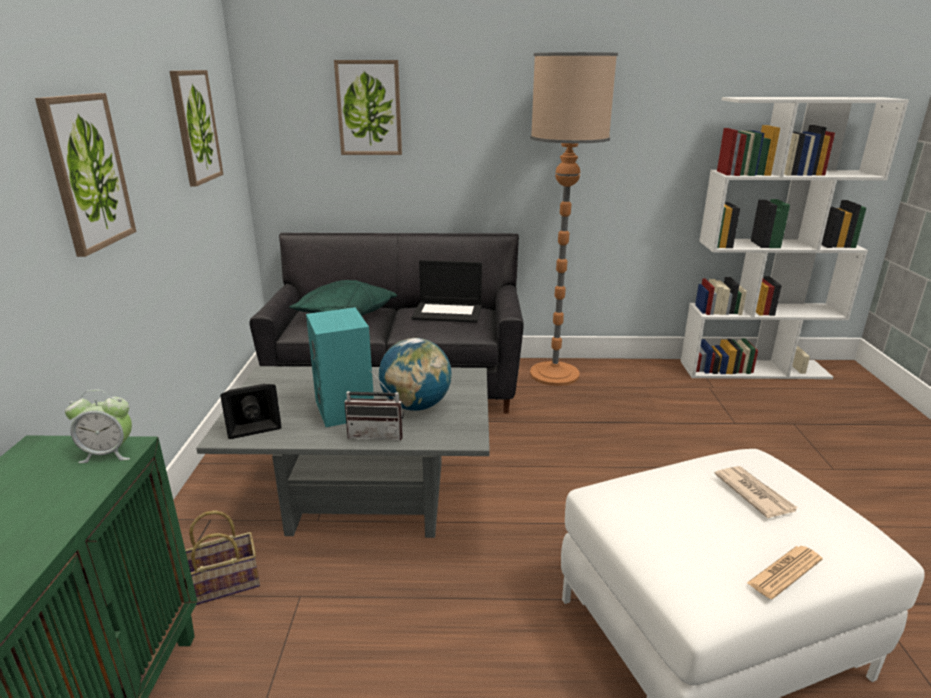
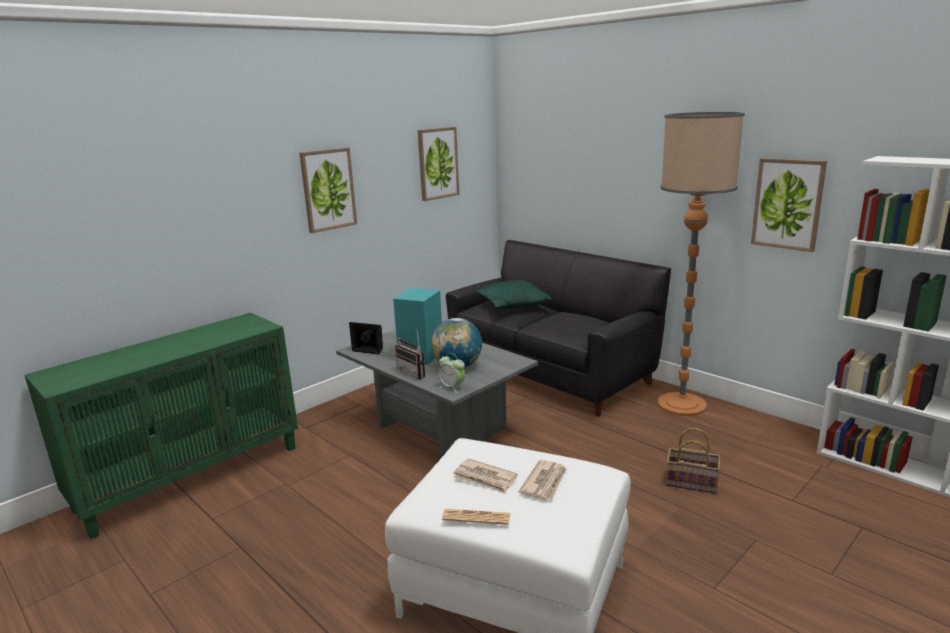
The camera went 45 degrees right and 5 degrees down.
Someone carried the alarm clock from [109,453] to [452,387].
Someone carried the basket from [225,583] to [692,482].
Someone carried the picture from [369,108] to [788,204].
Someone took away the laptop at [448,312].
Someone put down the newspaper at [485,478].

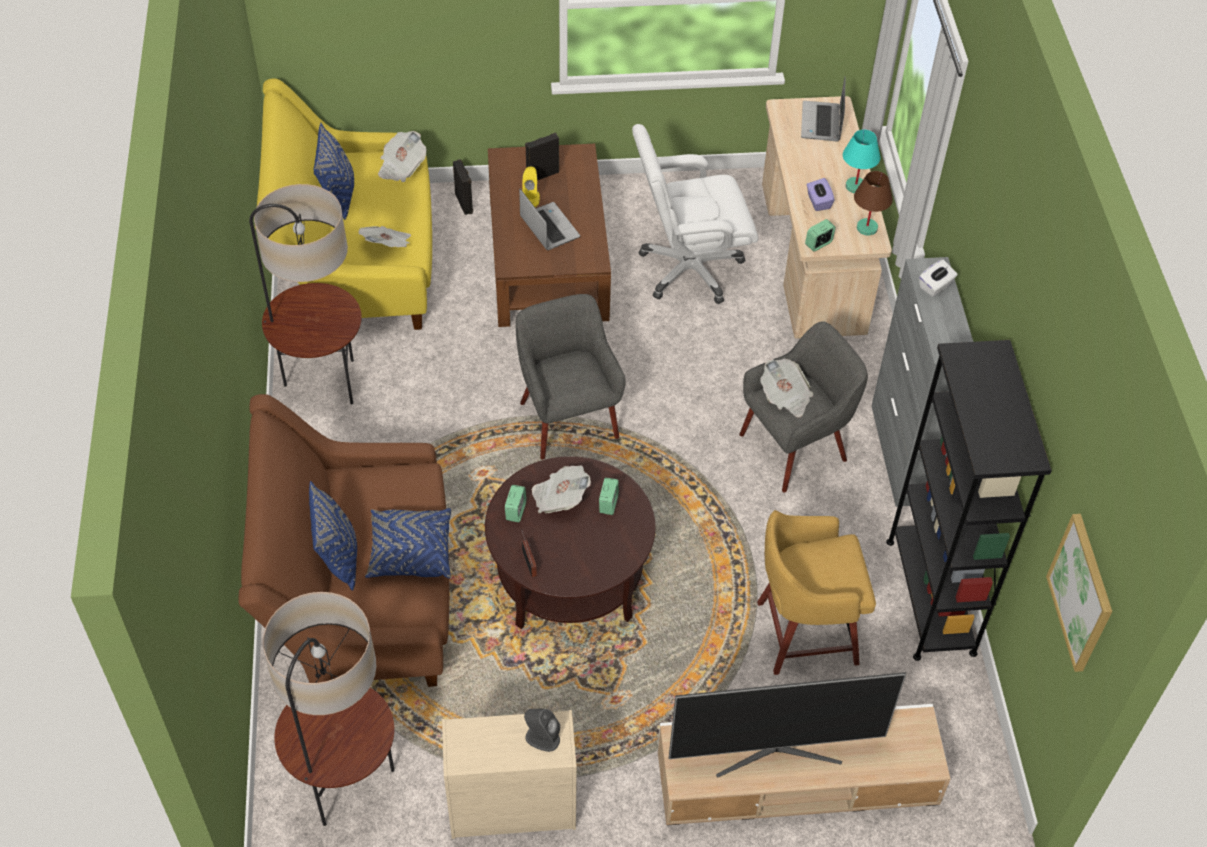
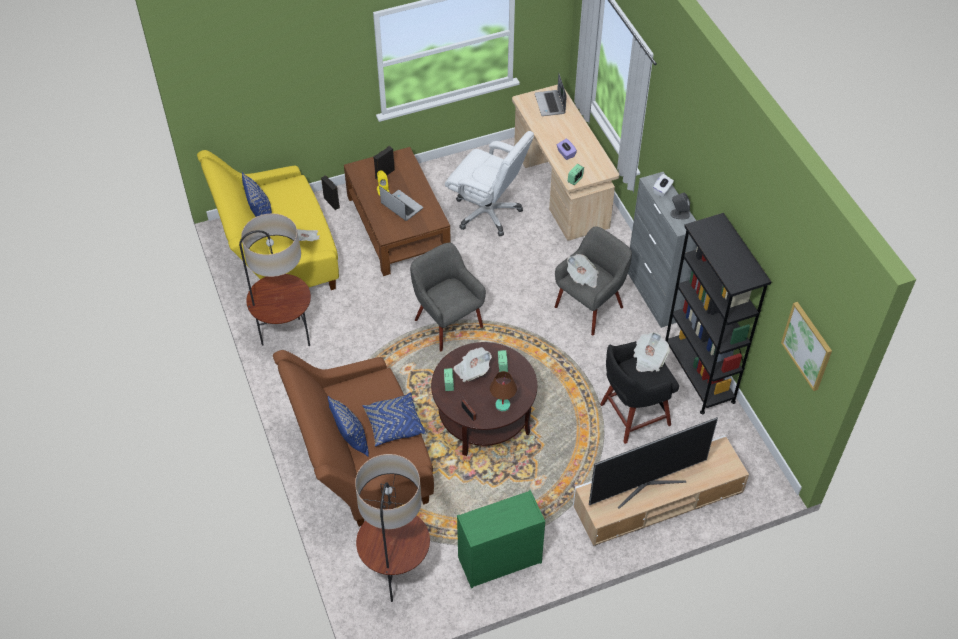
The camera went 15 degrees left and 0 degrees up.
Someone carried the newspaper from [401,167] to [648,359].
Someone repainted the beige dresser at [510,807], which became the green dresser at [498,560].
Someone carried the grey speaker from [542,738] to [679,214].
Someone rotated the white office chair at [689,269] by 120 degrees counterclockwise.
Someone repainted the yellow stool at [803,632], which became the black stool at [632,415].
Someone took away the turquoise table lamp at [855,186].
Someone carried the brown table lamp from [867,228] to [503,405].

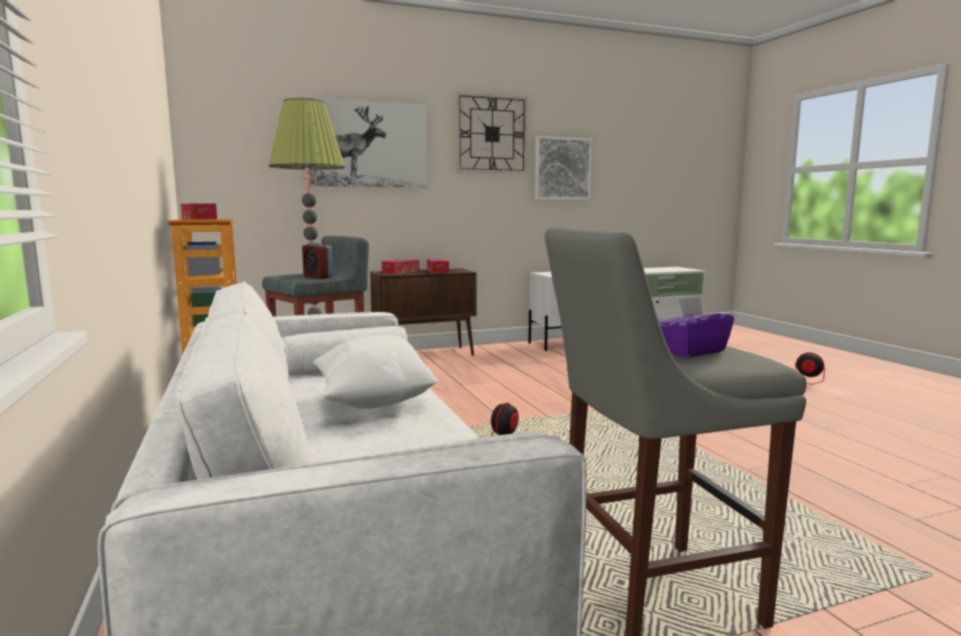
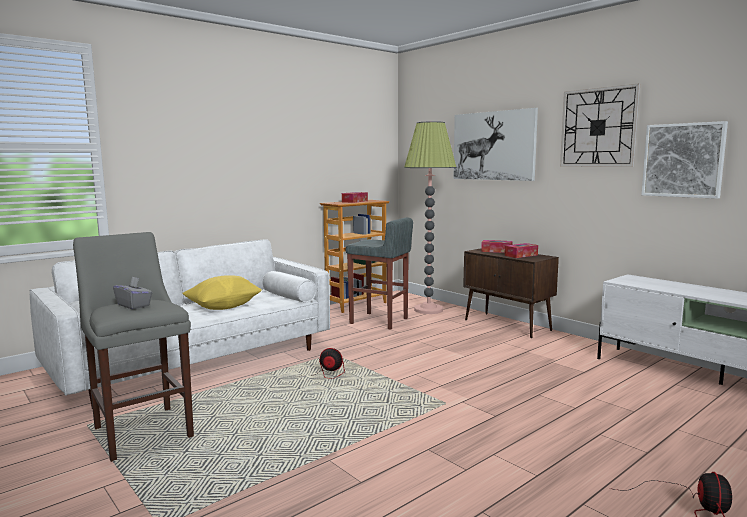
The camera went 70 degrees right and 0 degrees up.
Someone took away the alarm clock at [318,277].
Someone repainted the white pillow at [374,401], which became the yellow pillow at [223,307].
Someone repainted the purple tissue box at [691,351], which became the grey tissue box at [134,305].

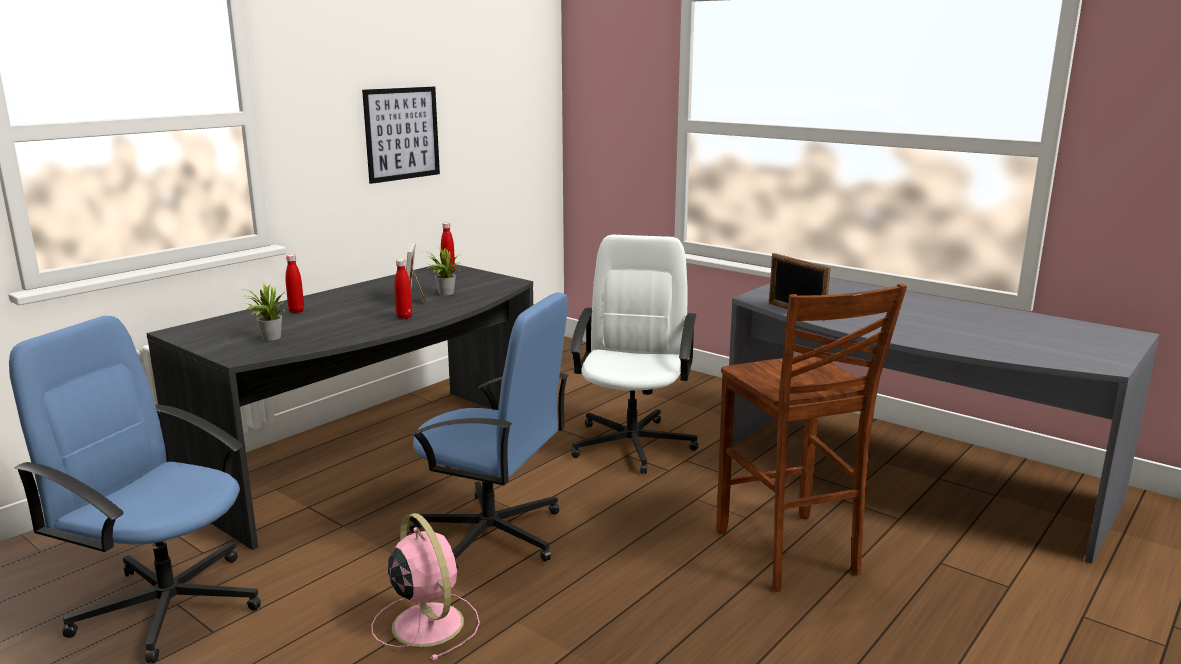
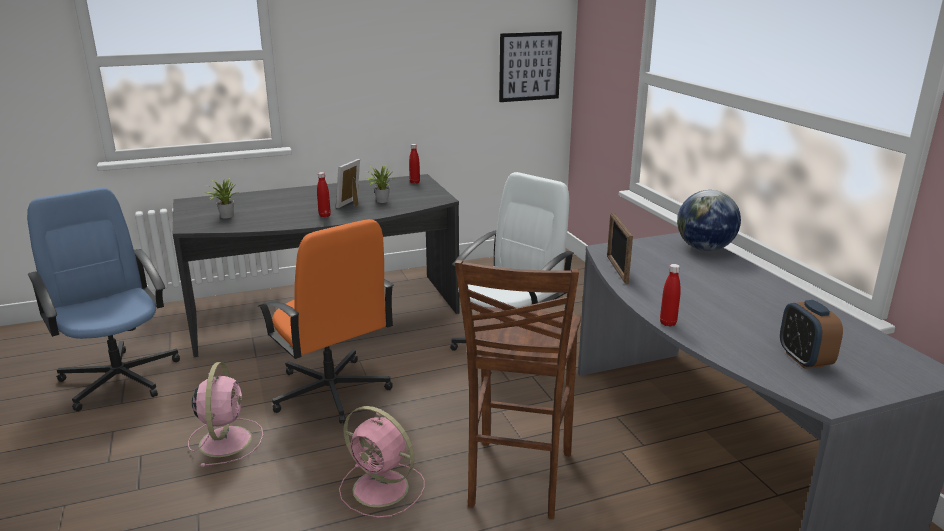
The camera went 30 degrees right and 5 degrees up.
Someone carried the red bottle from [296,311] to [668,323].
Someone carried the picture from [402,133] to [529,66].
Someone repainted the blue office chair at [491,535], which became the orange office chair at [331,392].
Someone put down the pink fan at [383,489].
Someone put down the globe at [704,249].
Someone put down the alarm clock at [804,359].

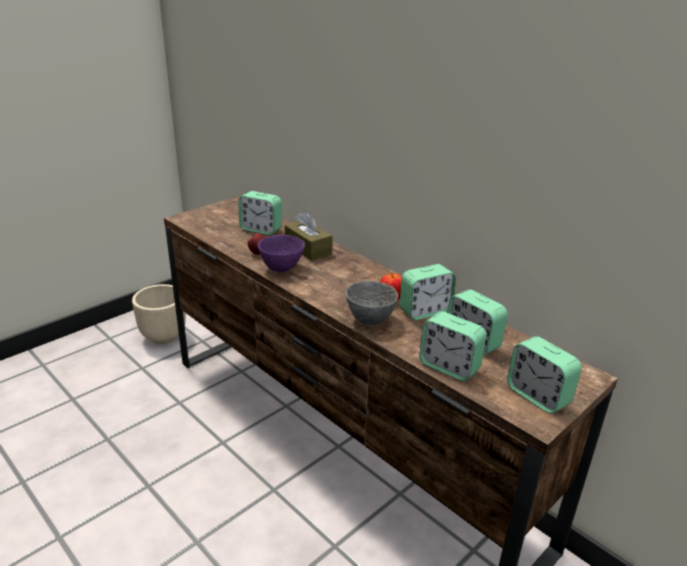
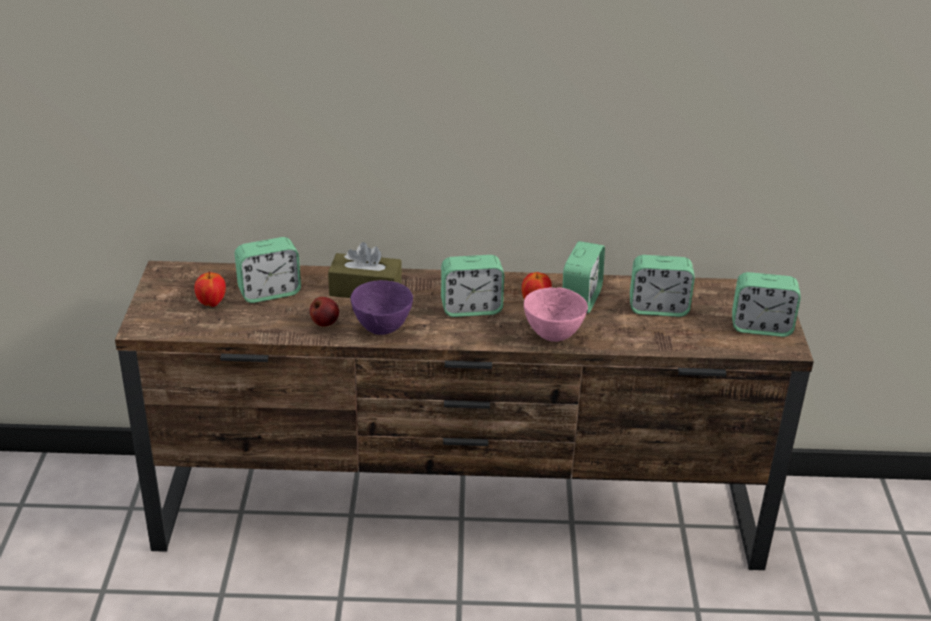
The camera went 45 degrees left and 5 degrees up.
Someone took away the beige planter at [164,336].
Someone repainted the grey bowl at [369,320], which became the pink bowl at [553,335].
Someone carried the alarm clock from [449,367] to [471,308].
Someone put down the apple at [211,303].

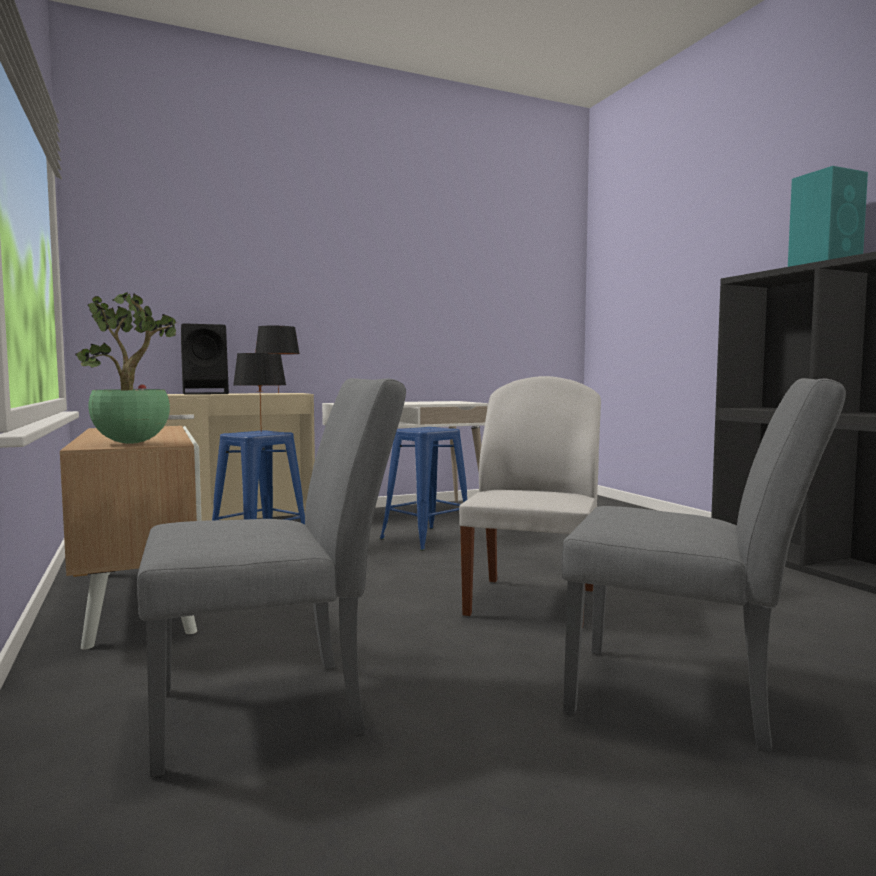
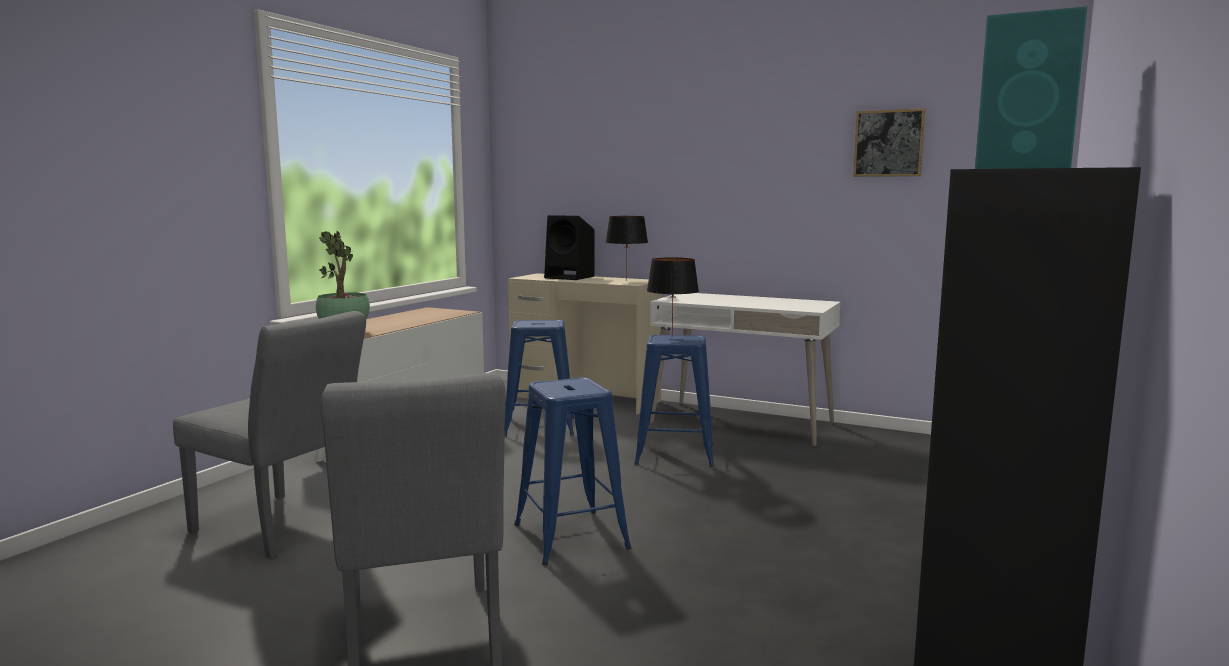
The camera went 50 degrees right and 5 degrees up.
Someone carried the black table lamp from [260,431] to [671,337].
Someone swapped the white chair at [533,601] for the blue stool at [570,536].
Someone put up the picture at [888,143].

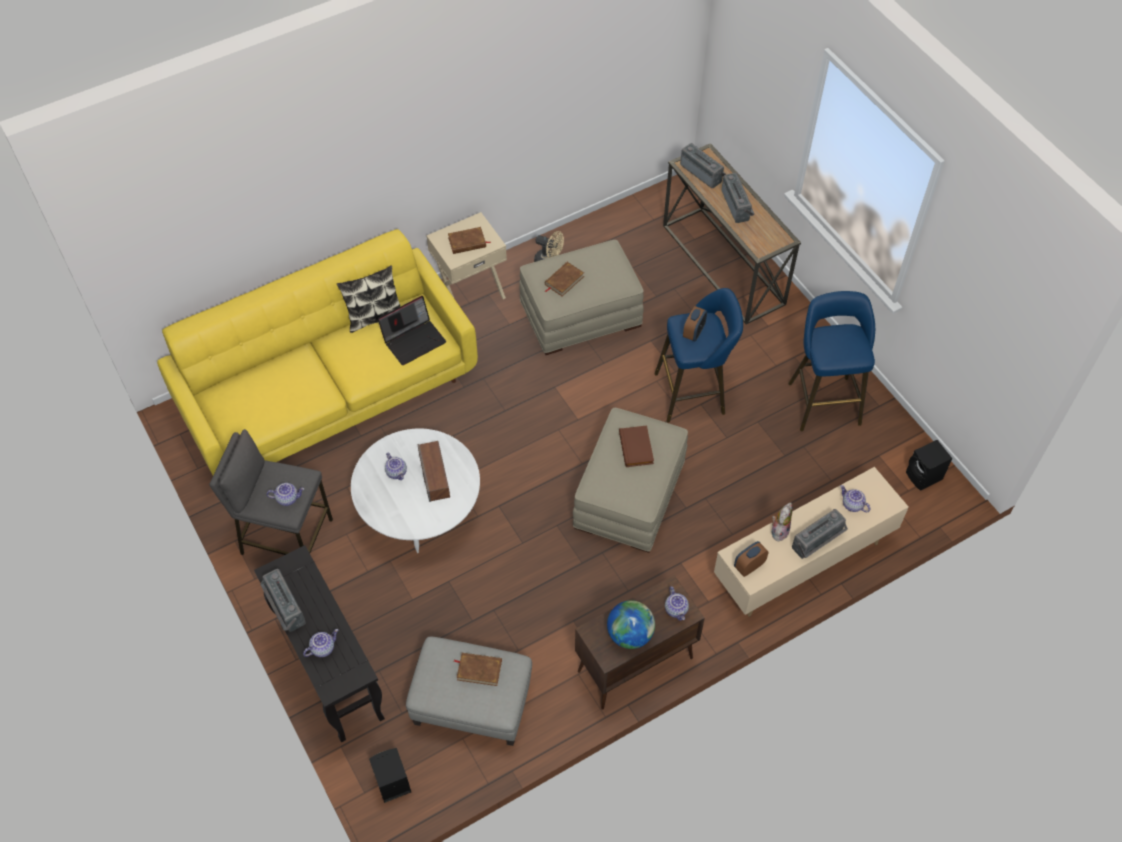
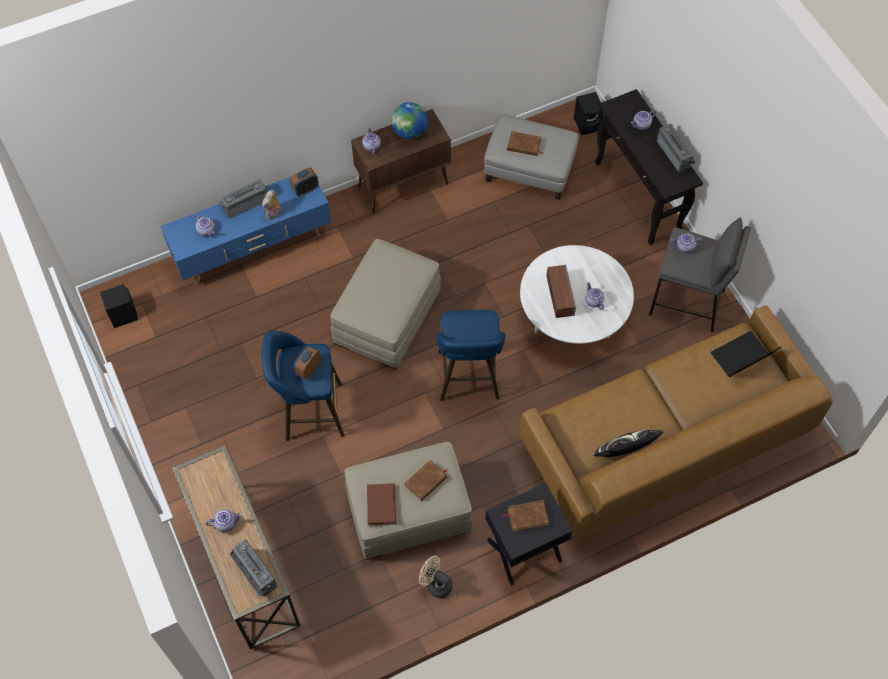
The camera went 175 degrees left and 5 degrees up.
Someone repainted the yellow sofa at [328,390], which became the brown sofa at [666,442].
Someone carried the laptop from [414,340] to [741,358].
Someone repainted the beige nightstand at [470,291], which became the black nightstand at [524,551].
Someone carried the brown book from [637,448] to [380,505].
Someone repainted the beige tv stand at [801,564], which became the blue tv stand at [254,249].
Someone swapped the radio at [737,205] for the teapot at [226,523].
Someone carried the blue stool from [823,399] to [469,379].

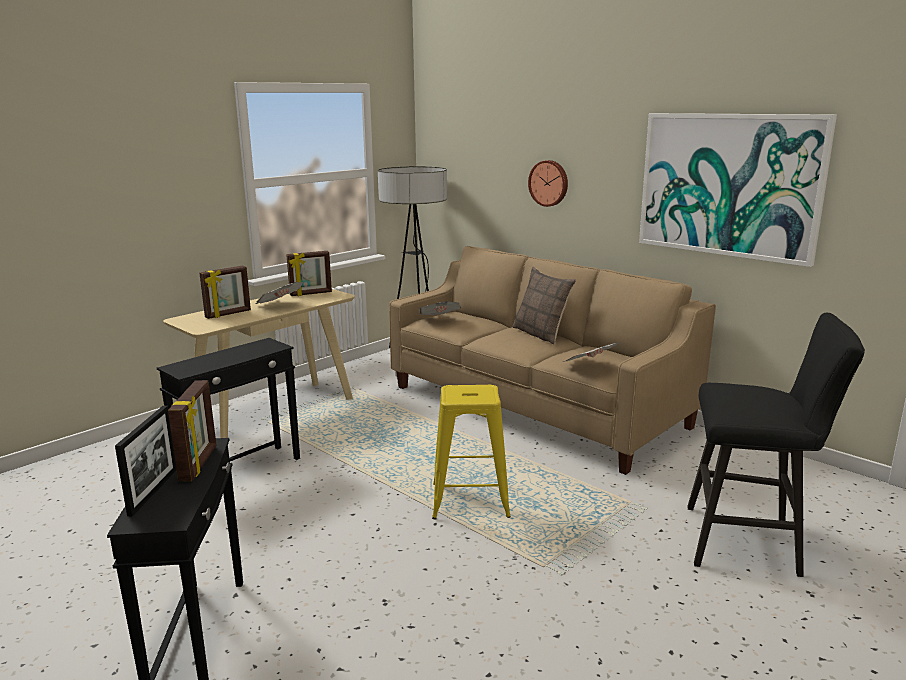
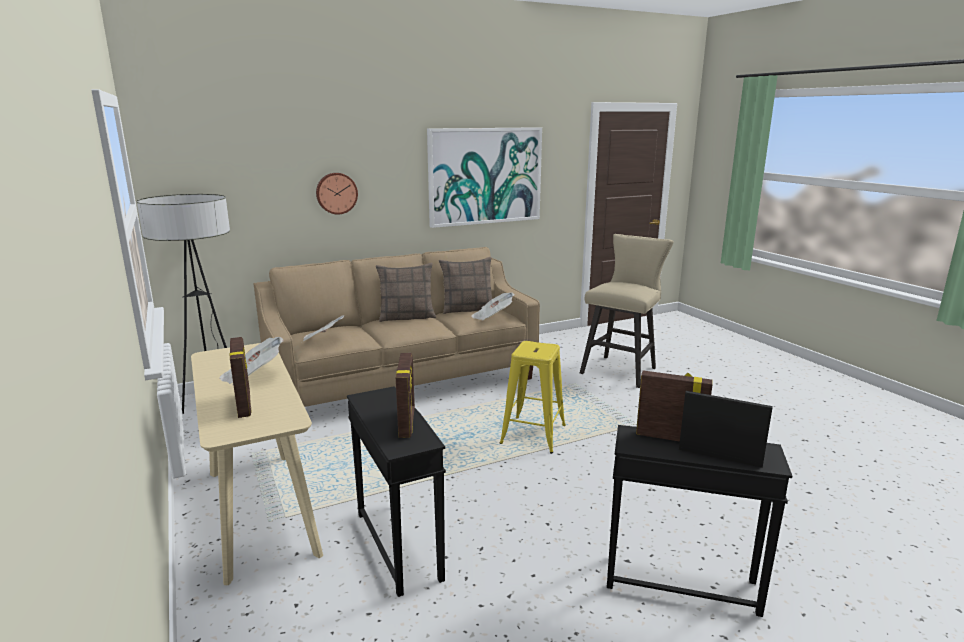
The camera went 70 degrees left and 0 degrees up.
Someone carried the picture frame from [311,294] to [407,423].
Someone repainted the black stool at [751,542], which became the beige stool at [621,369].
Someone put down the pillow at [467,309].

